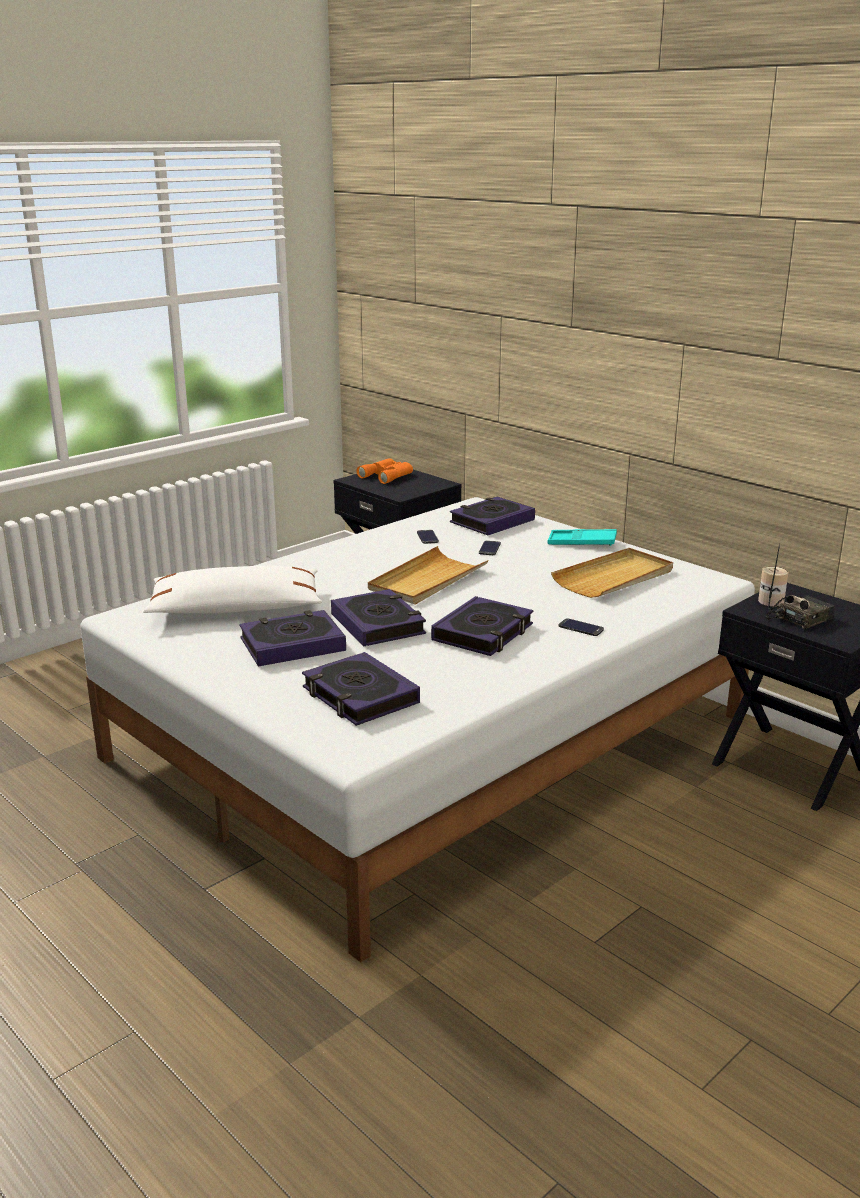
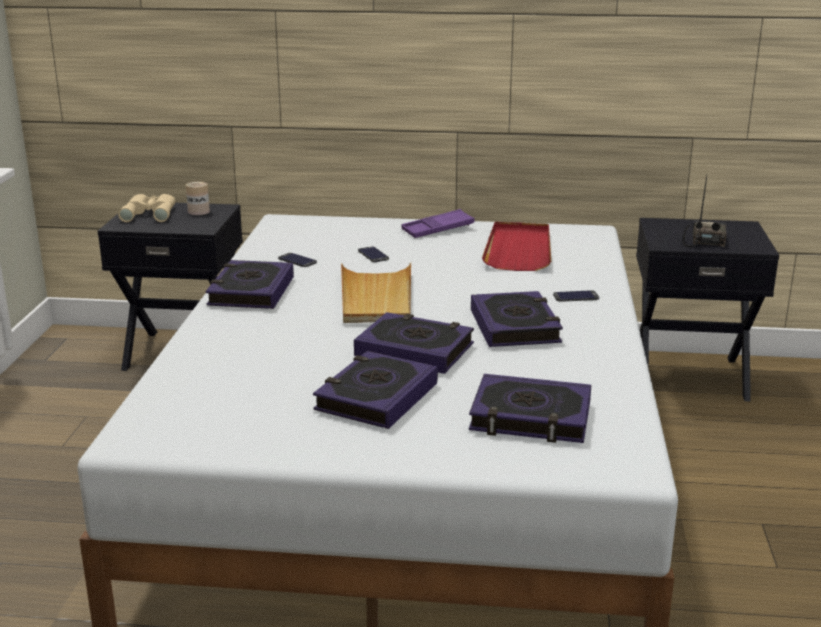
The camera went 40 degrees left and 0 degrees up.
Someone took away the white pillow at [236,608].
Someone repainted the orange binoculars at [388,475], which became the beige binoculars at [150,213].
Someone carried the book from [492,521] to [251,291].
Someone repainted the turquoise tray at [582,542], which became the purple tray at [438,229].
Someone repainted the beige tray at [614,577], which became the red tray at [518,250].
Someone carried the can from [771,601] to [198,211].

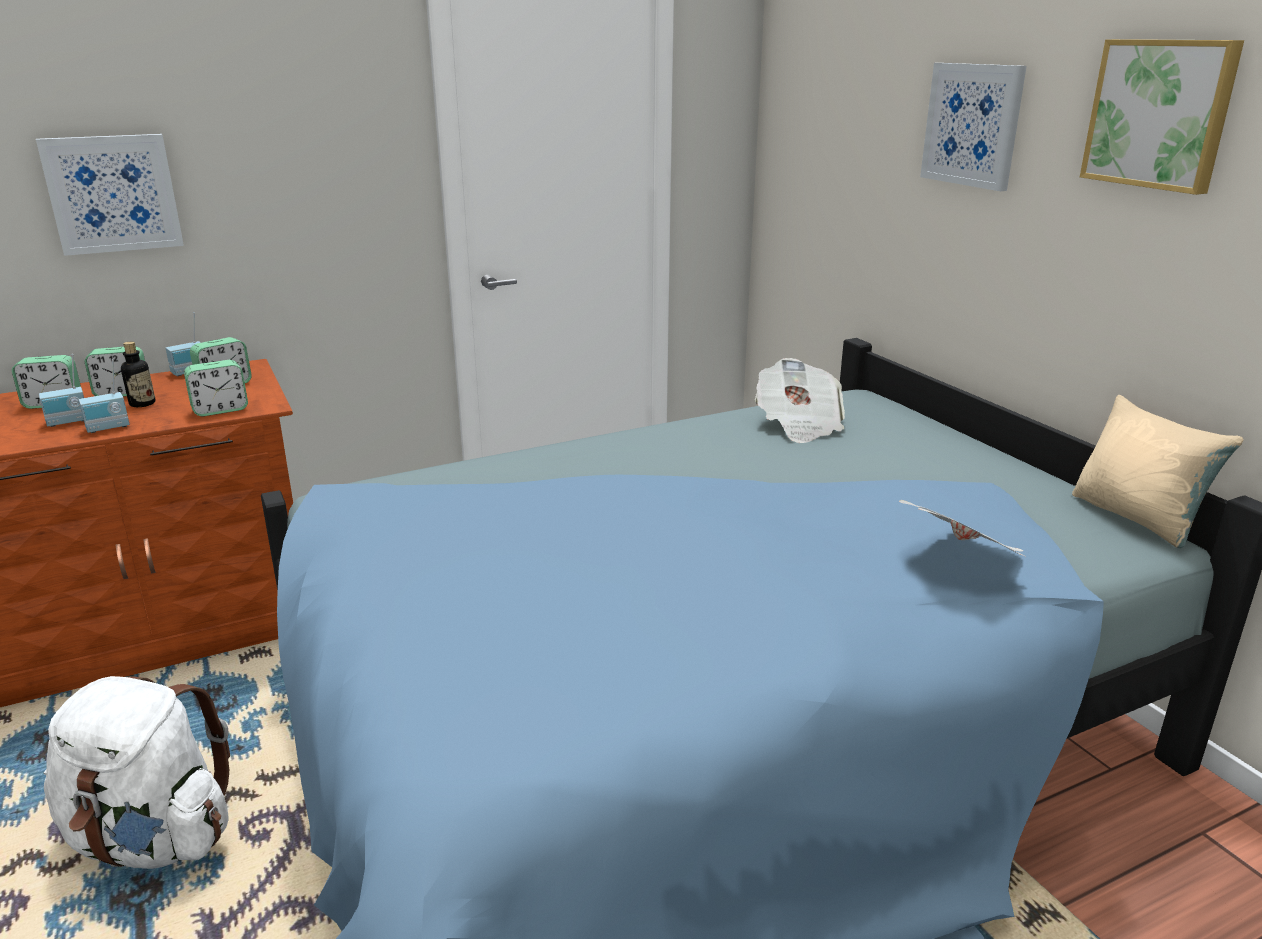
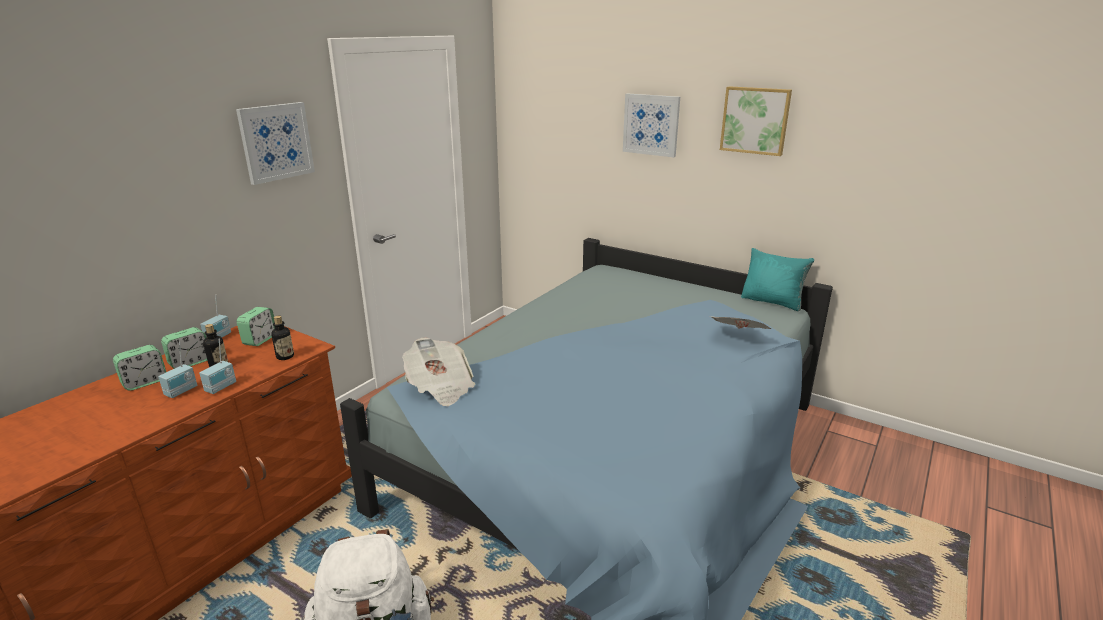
The camera went 30 degrees left and 0 degrees up.
Someone carried the picture from [113,194] to [276,142].
Someone swapped the alarm clock at [220,410] for the bottle at [285,356].
Someone carried the newspaper from [798,425] to [440,387].
Someone repainted the beige pillow at [1137,518], which became the turquoise pillow at [772,302].

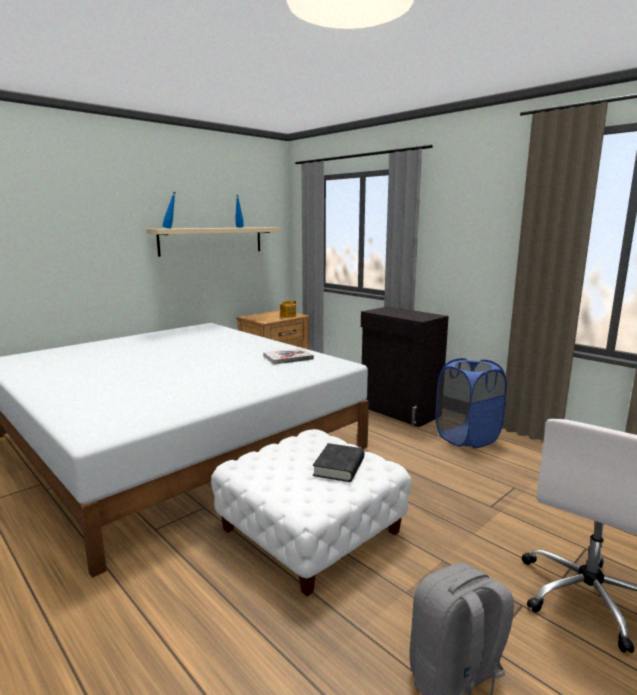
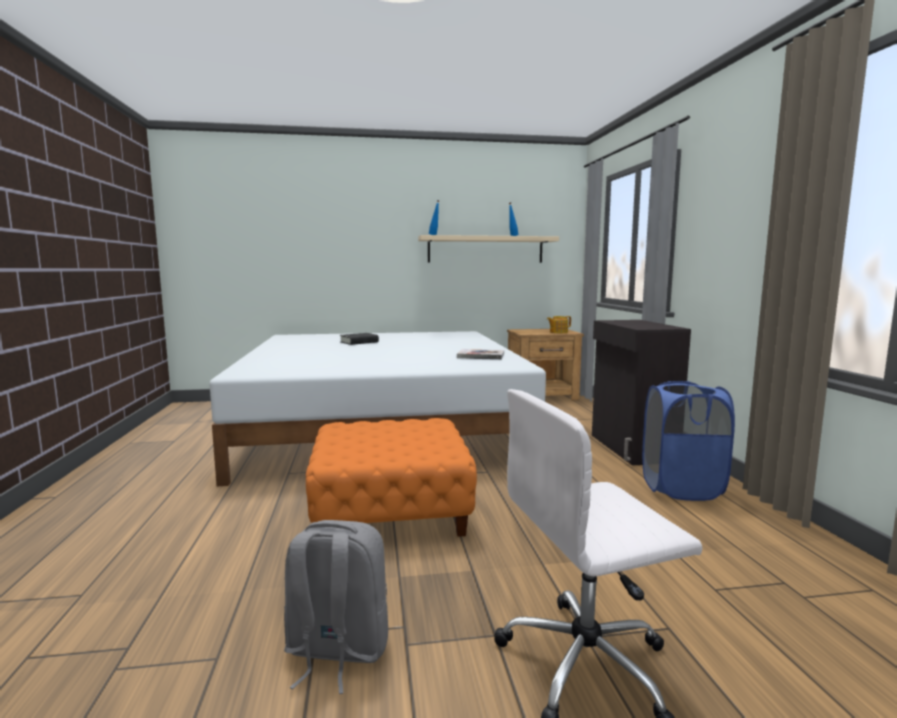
The camera went 35 degrees right and 5 degrees down.
Someone repainted the white ottoman at [310,530], which became the orange ottoman at [391,509].
Someone carried the black book from [339,467] to [359,342].

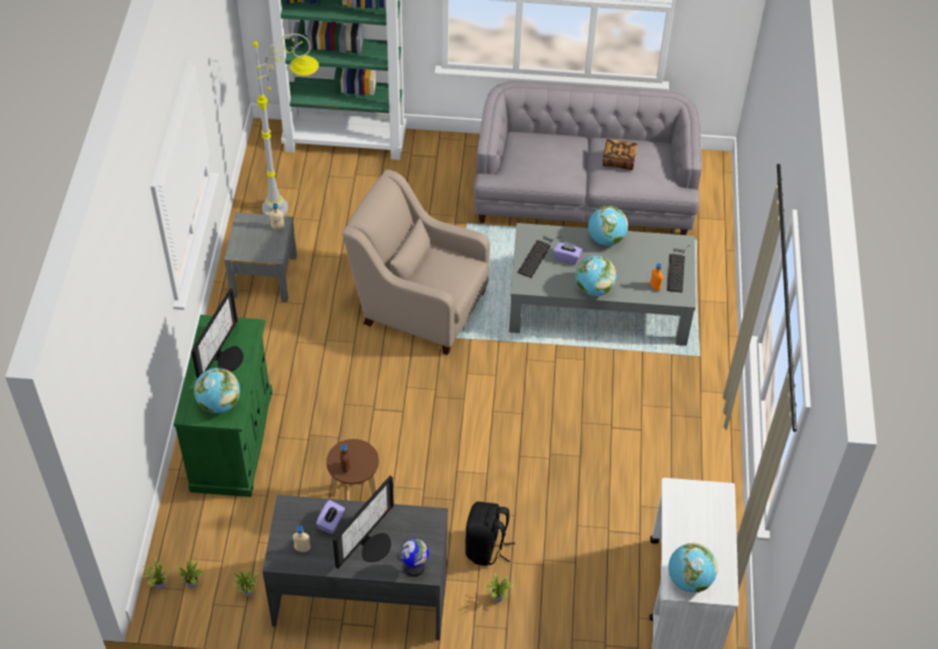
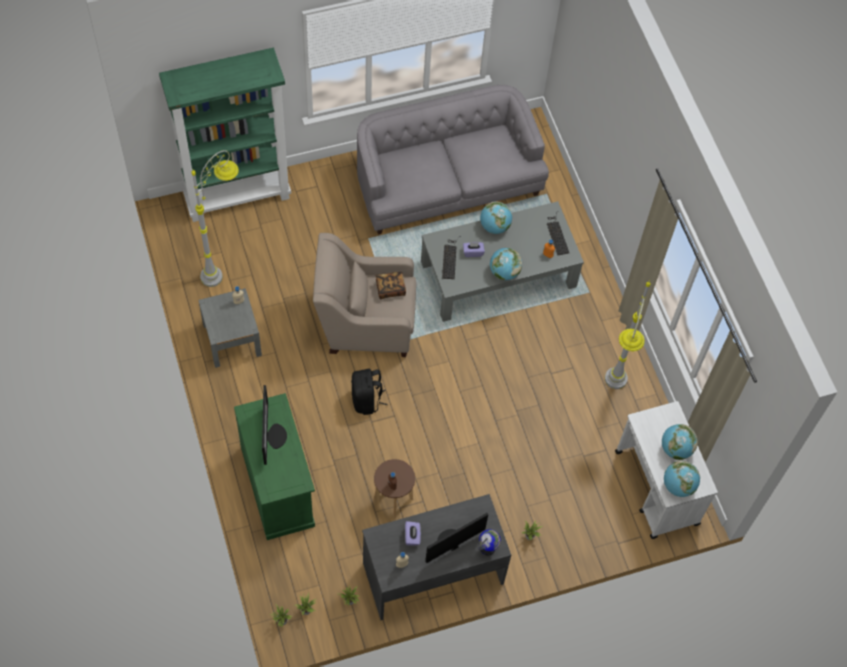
The camera went 25 degrees left and 10 degrees up.
Someone carried the globe from [219,403] to [675,449].
Someone rotated the monitor at [373,545] by 135 degrees counterclockwise.
Someone carried the black backpack from [486,548] to [366,400].
Someone carried the book from [619,160] to [390,289].
Someone put down the grey floor lamp at [611,395].

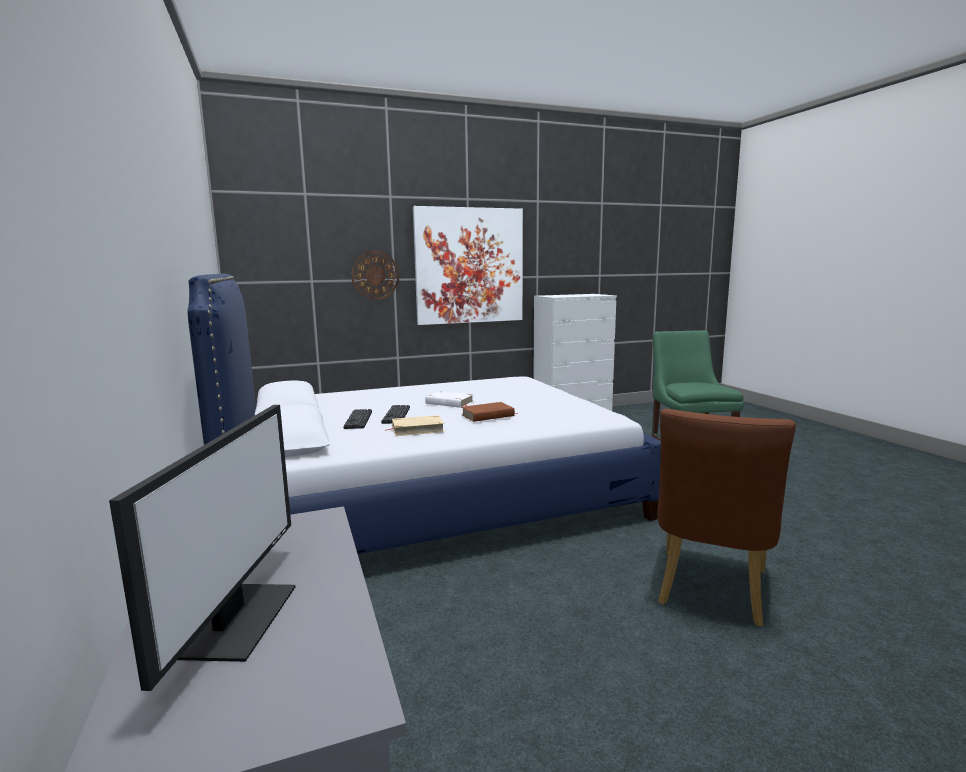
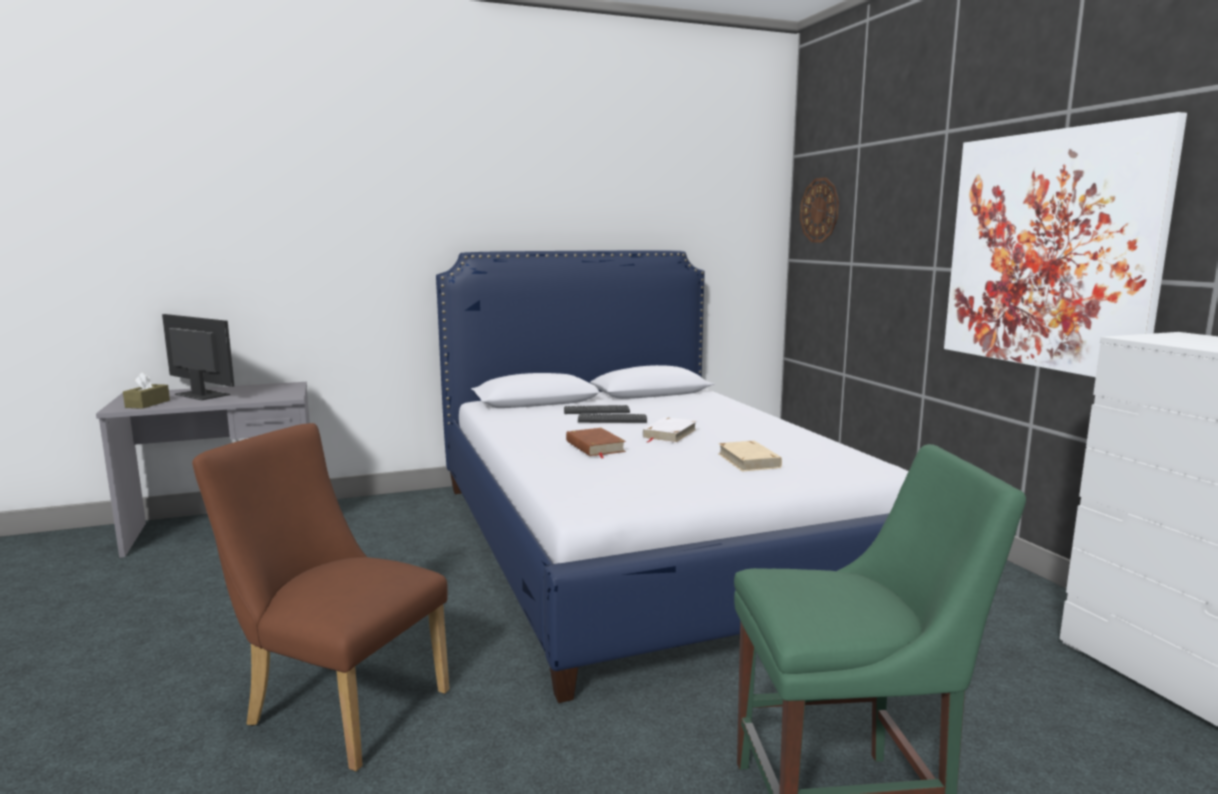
The camera went 90 degrees right and 0 degrees up.
Someone rotated the monitor at [236,618] by 150 degrees counterclockwise.
Someone carried the wall clock from [375,275] to [819,210].
Someone carried the beige book from [417,429] to [749,460].
Someone put down the brown tissue box at [147,404].

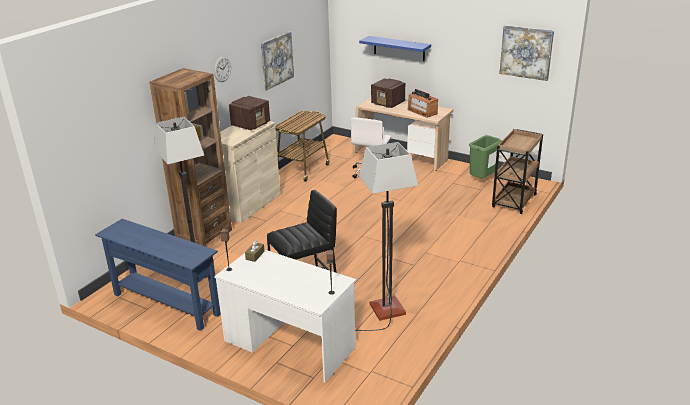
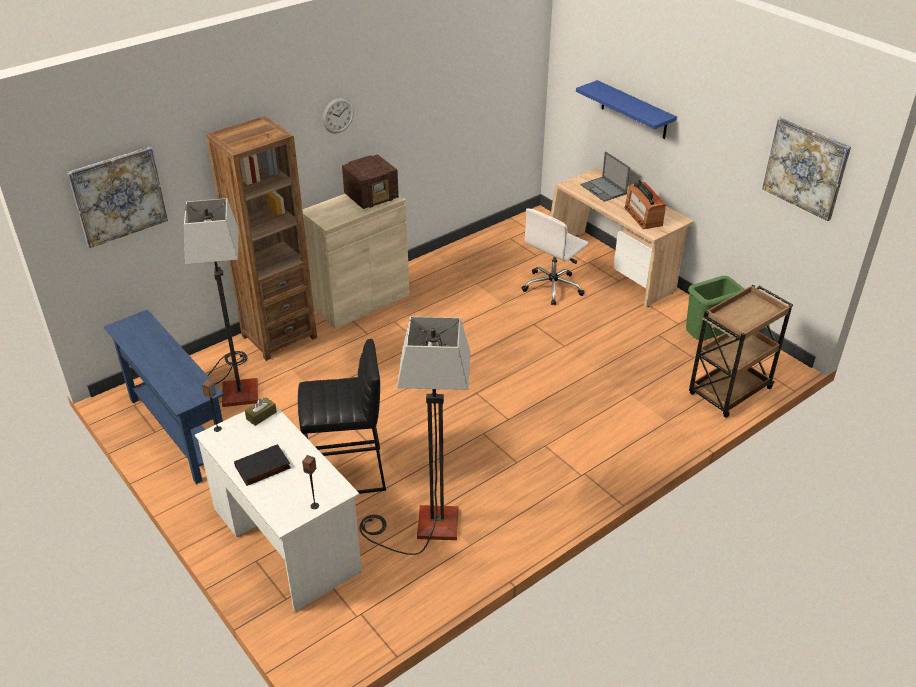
The camera went 20 degrees right and 10 degrees up.
Someone carried the picture from [276,60] to [118,196].
Someone took away the cart at [303,168].
Someone swapped the radio at [388,104] for the laptop at [604,189].
Someone put down the black book at [263,468].

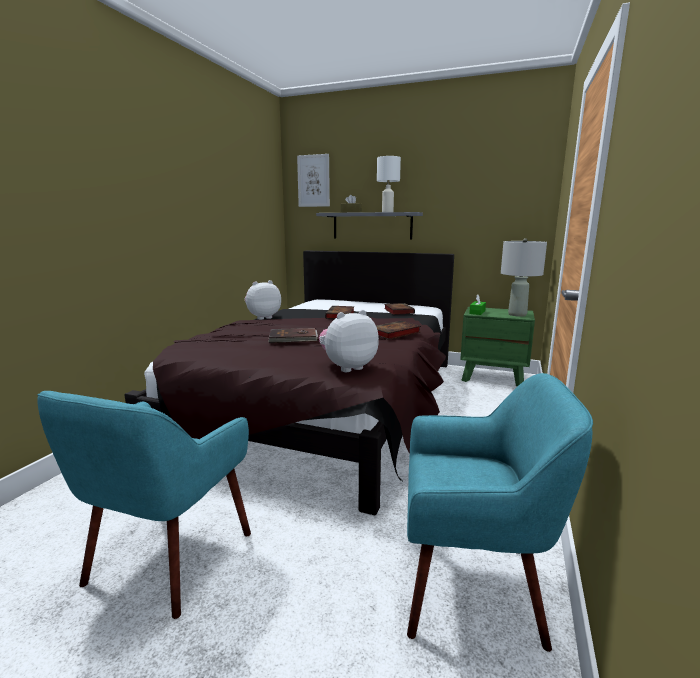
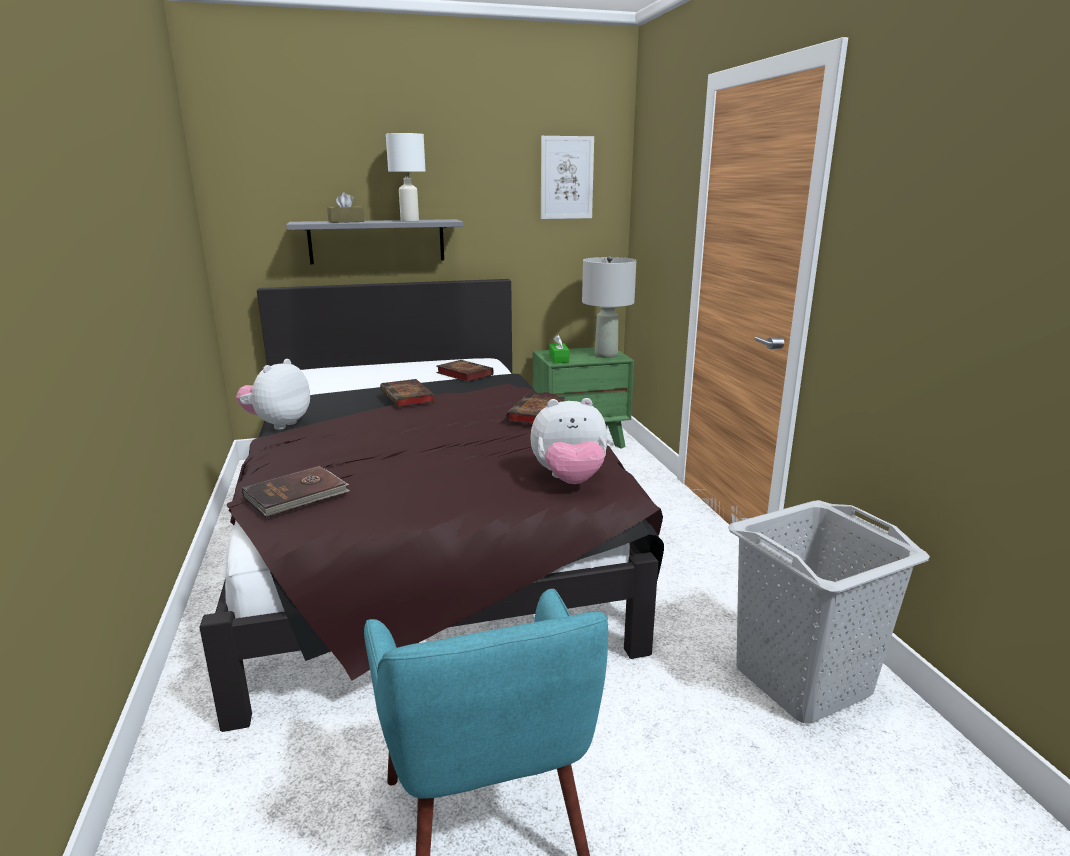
The camera went 35 degrees left and 5 degrees up.
Someone carried the brown book from [293,338] to [297,495].
Someone carried the picture from [313,181] to [566,178].
Someone rotated the plush toy at [347,367] by 120 degrees counterclockwise.
Someone swapped the turquoise armchair at [472,586] for the grey laundry basket at [803,681].

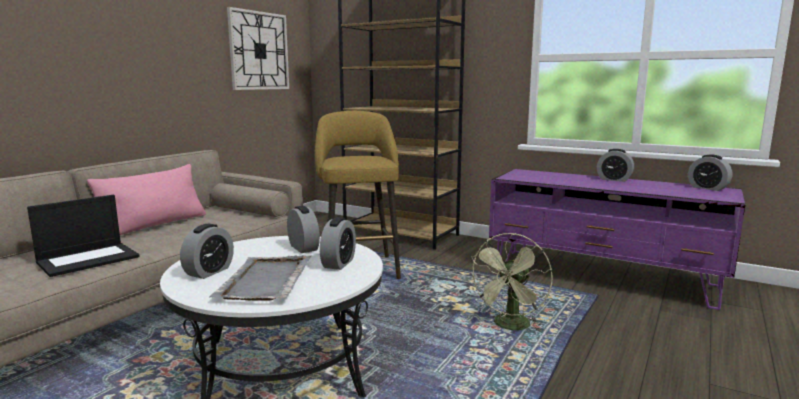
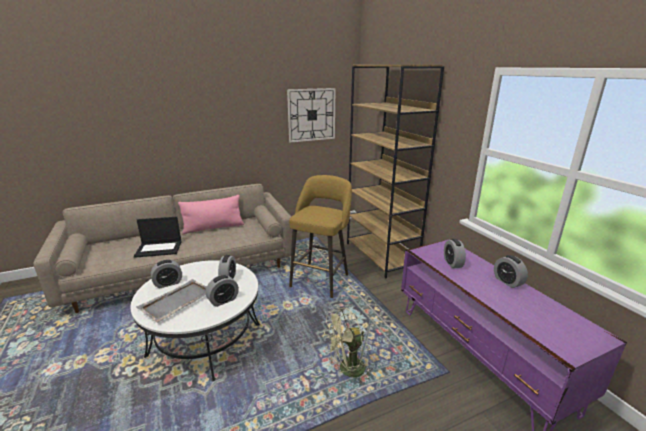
The camera went 35 degrees right and 10 degrees up.
Someone carried the alarm clock from [707,188] to [452,263].

